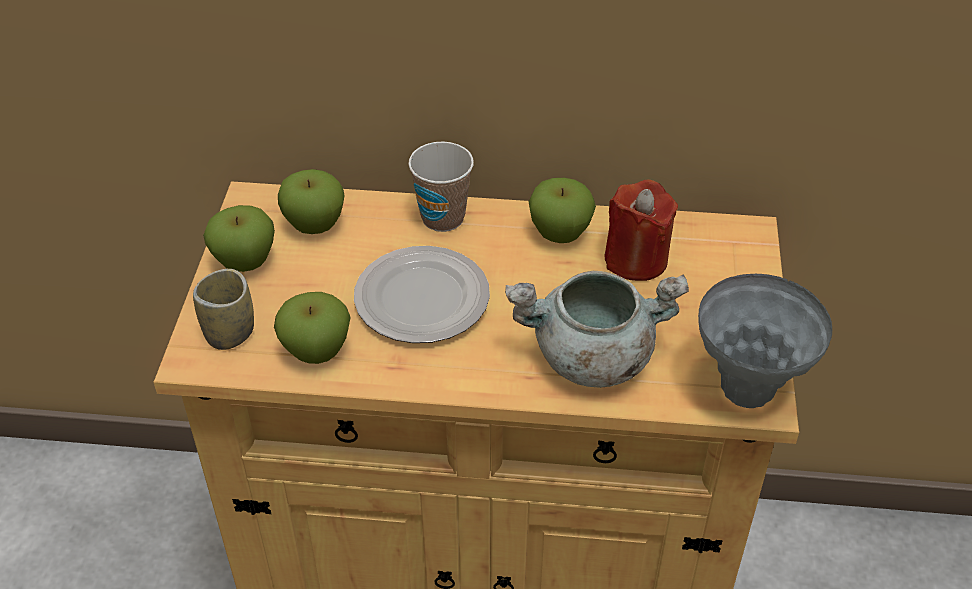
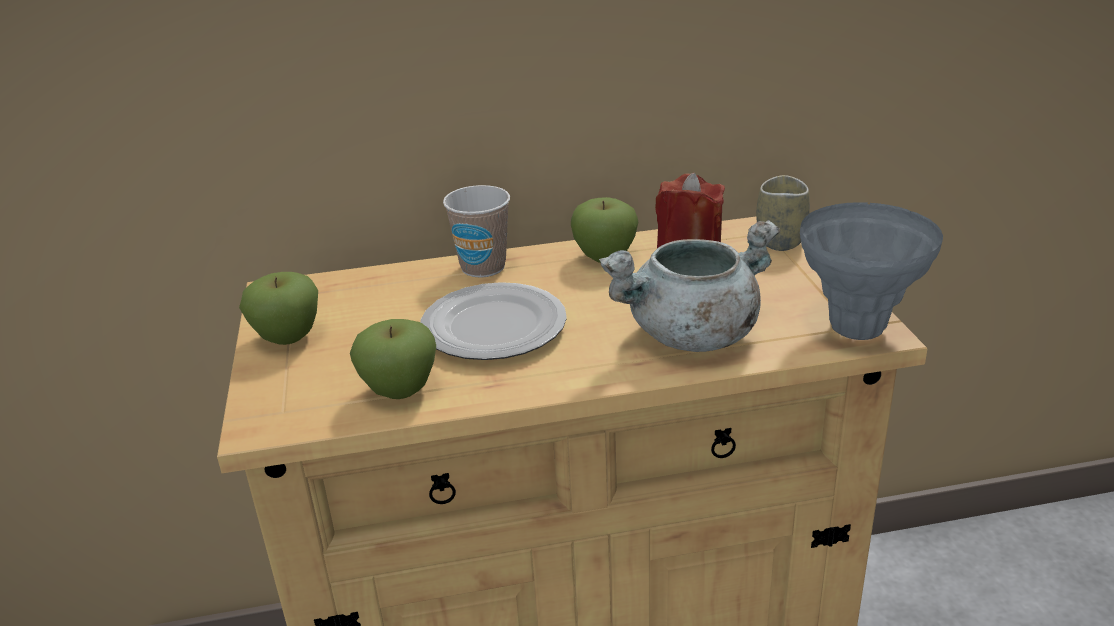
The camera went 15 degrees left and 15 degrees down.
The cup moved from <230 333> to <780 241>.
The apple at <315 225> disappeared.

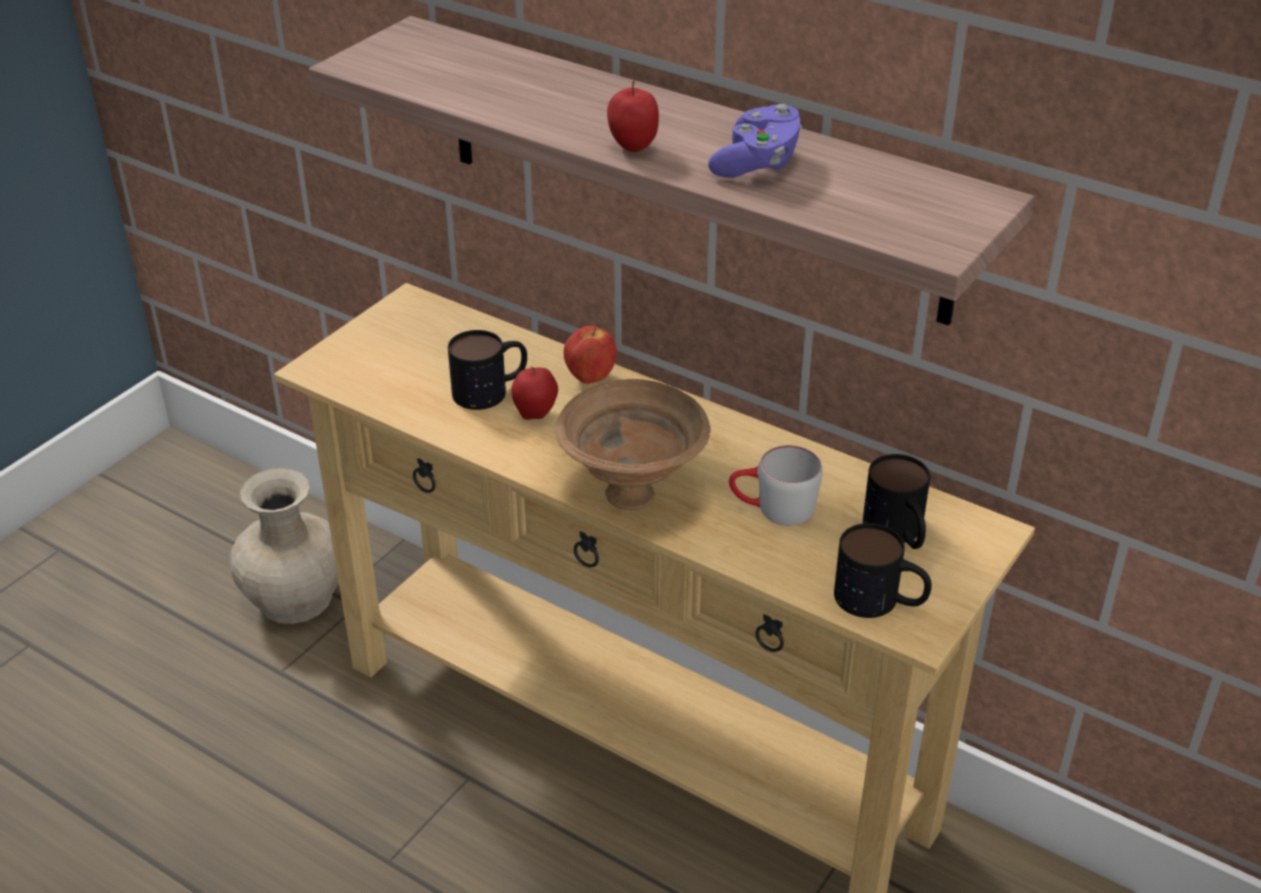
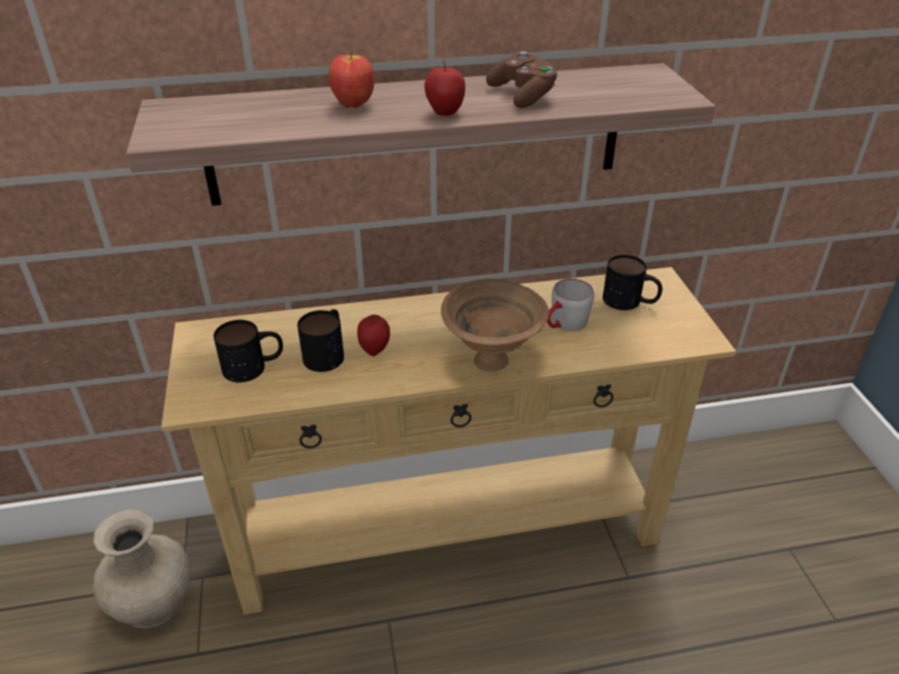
The camera went 45 degrees left and 0 degrees up.
The apple moved from <590 378> to <353 105>.
The game controller (purple) at <757 163> became the game controller (brown) at <523 95>.
The mug moved from <880 601> to <254 366>.

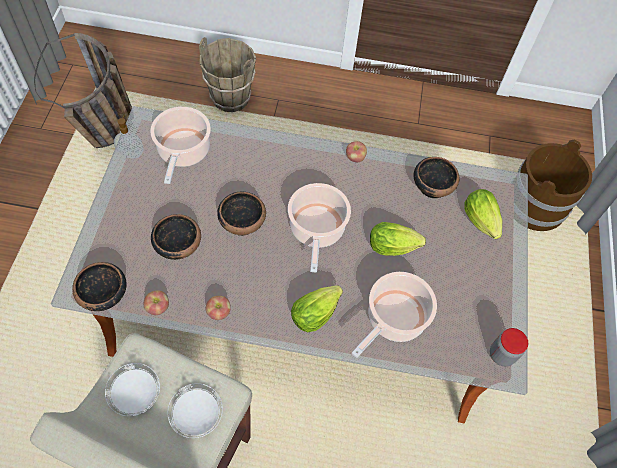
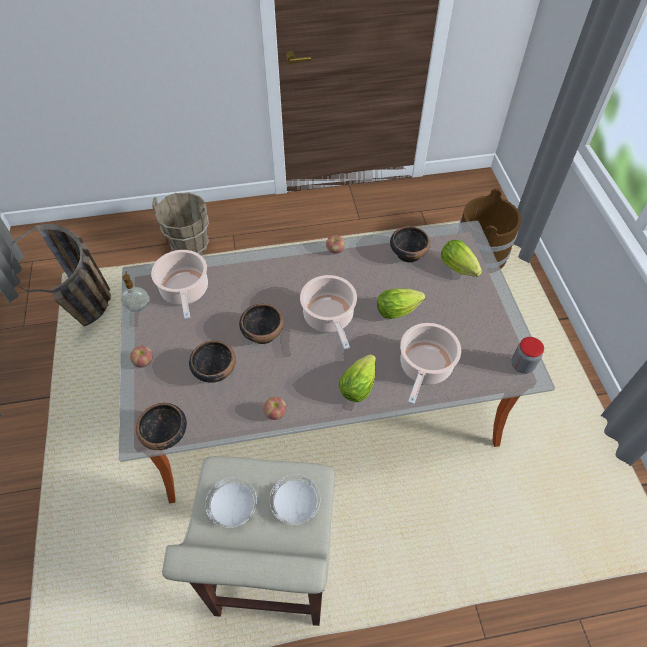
The camera went 15 degrees left and 5 degrees down.
The apple moved from <158 307> to <143 362>.

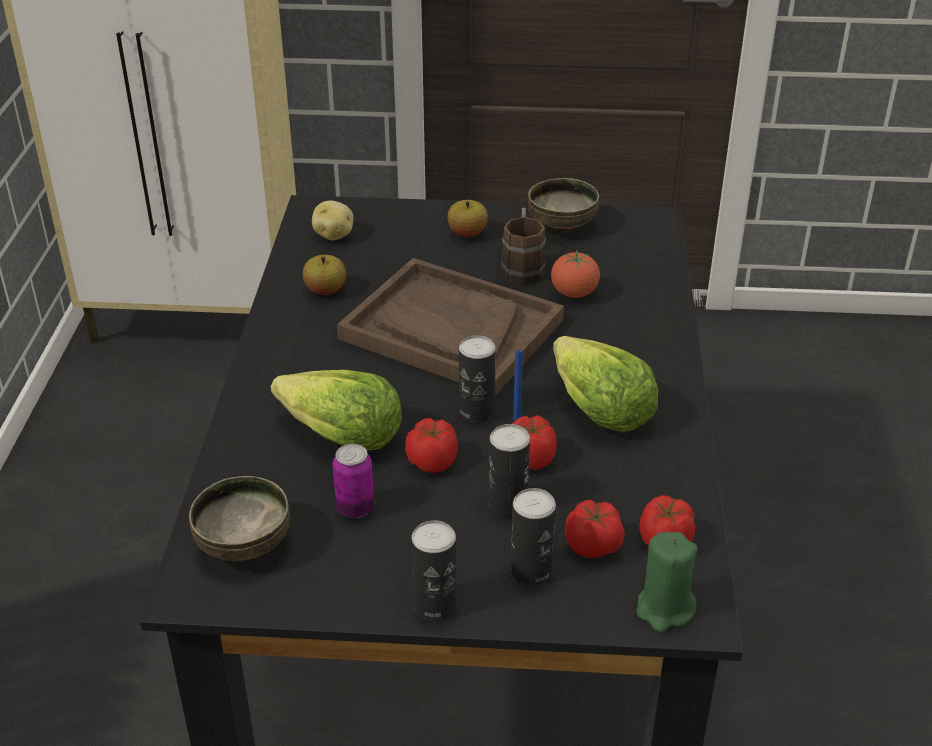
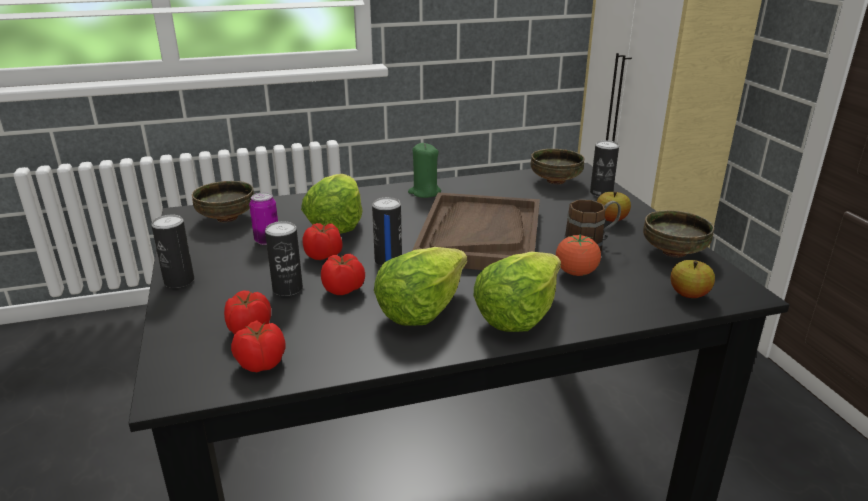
The camera went 70 degrees right and 10 degrees down.
The apple moved from <325 290> to <689 294>.
The potato at <334 235> was replaced by the bowl at <555 181>.
The can moved from <531 571> to <601 193>.
The candle (green) moved from <664 609> to <424 192>.
The lettuce at <517 313> appeared.

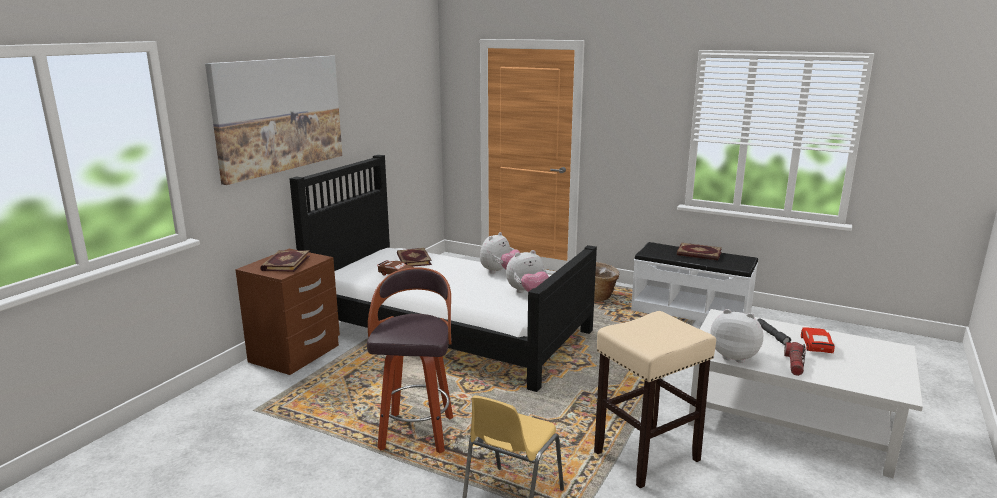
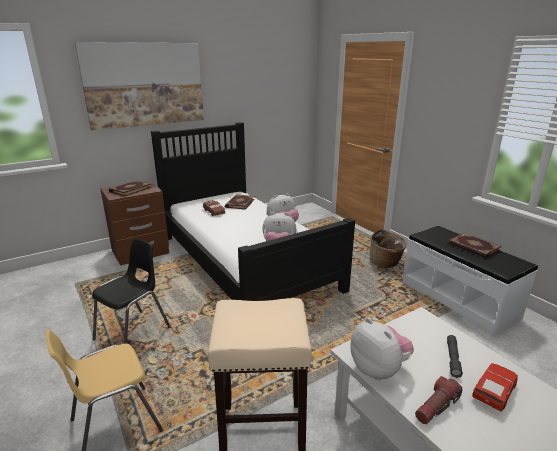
The camera went 30 degrees right and 5 degrees up.
The stool at <417 431> was replaced by the chair (black) at <134 333>.

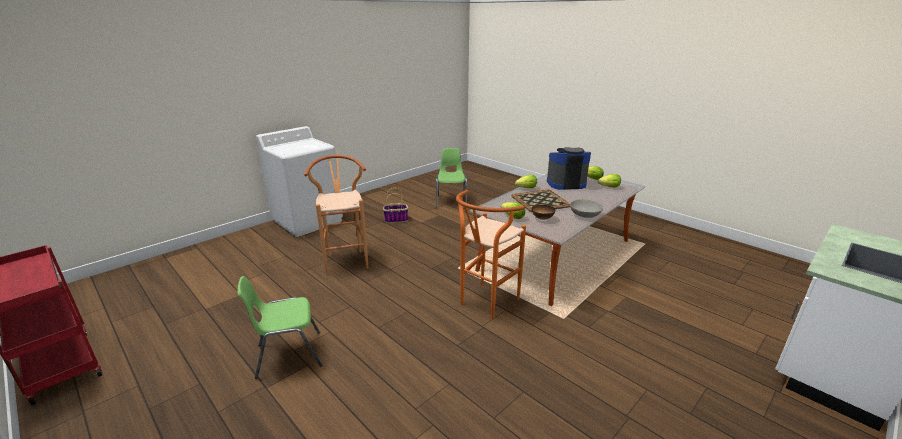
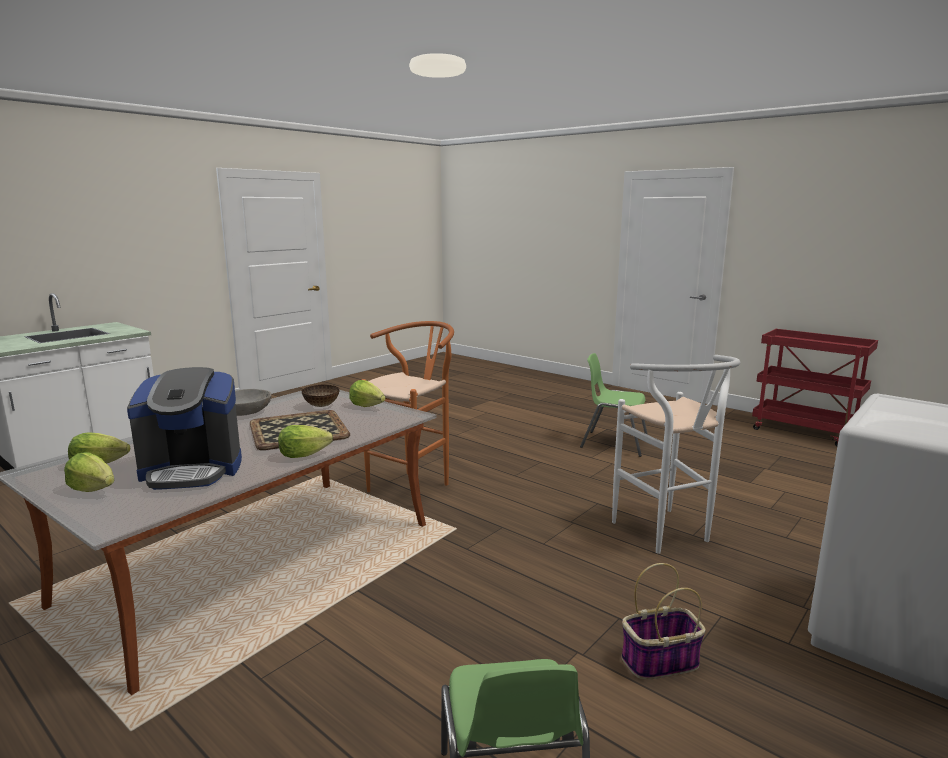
The camera went 175 degrees right and 10 degrees down.
The chair (green) at <288 354> turned 135 degrees counterclockwise.
The stool (brown) at <346 259> became the stool (white) at <667 535>.

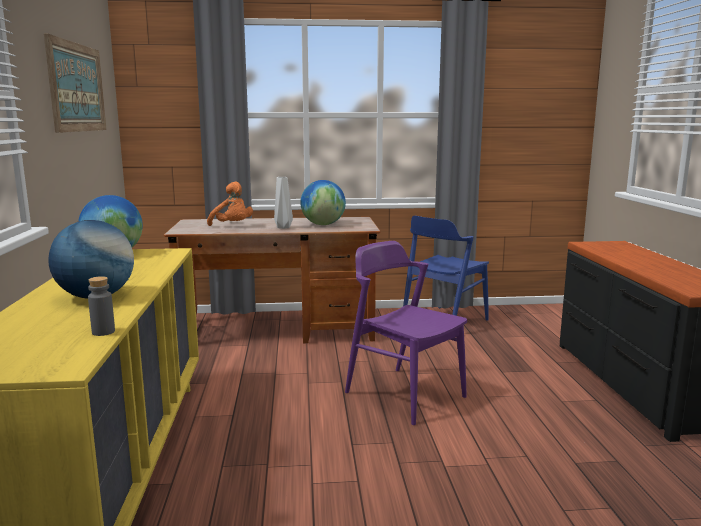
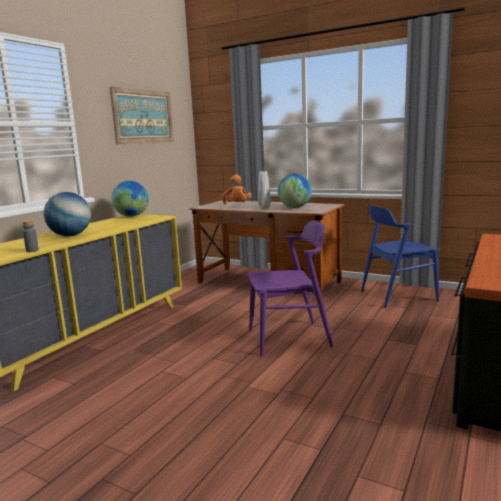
The camera went 35 degrees right and 0 degrees up.
The chair (purple) at <404 394> turned 90 degrees clockwise.

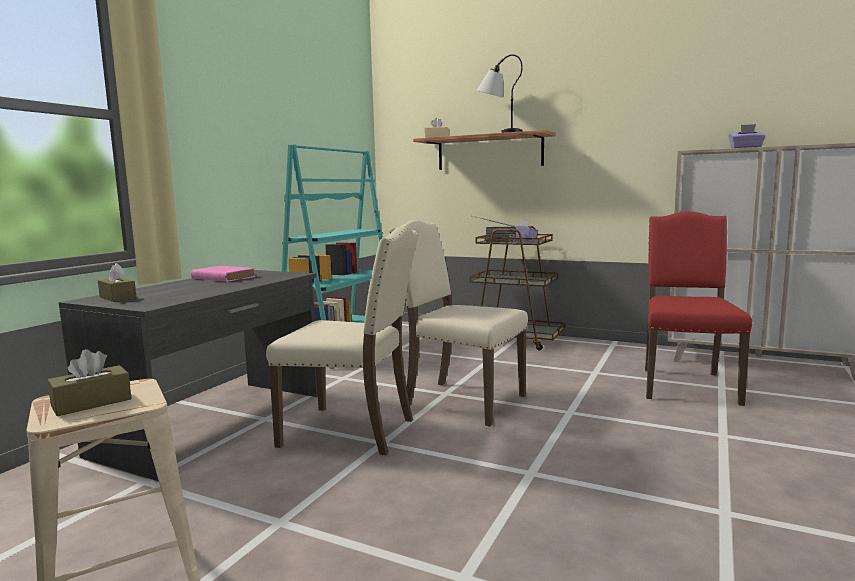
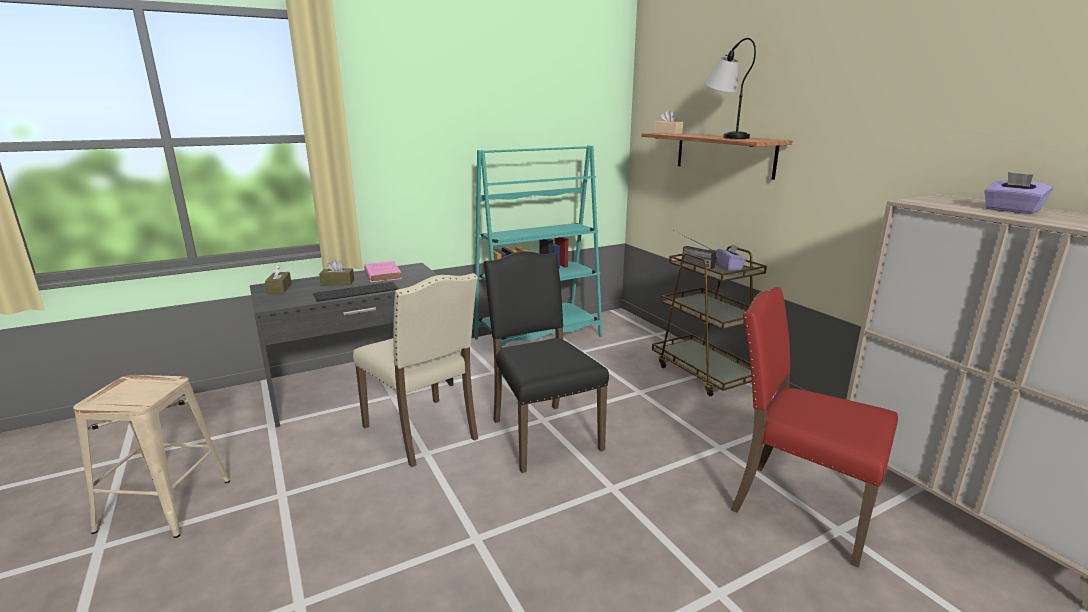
The camera went 35 degrees right and 10 degrees up.
The tissue box (brown) moved from <91 403> to <337 283>.
The chair (beige) at <461 401> became the chair (black) at <542 433>.
The chair (red) at <686 384> turned 105 degrees counterclockwise.
The keyboard at <357 291> appeared.

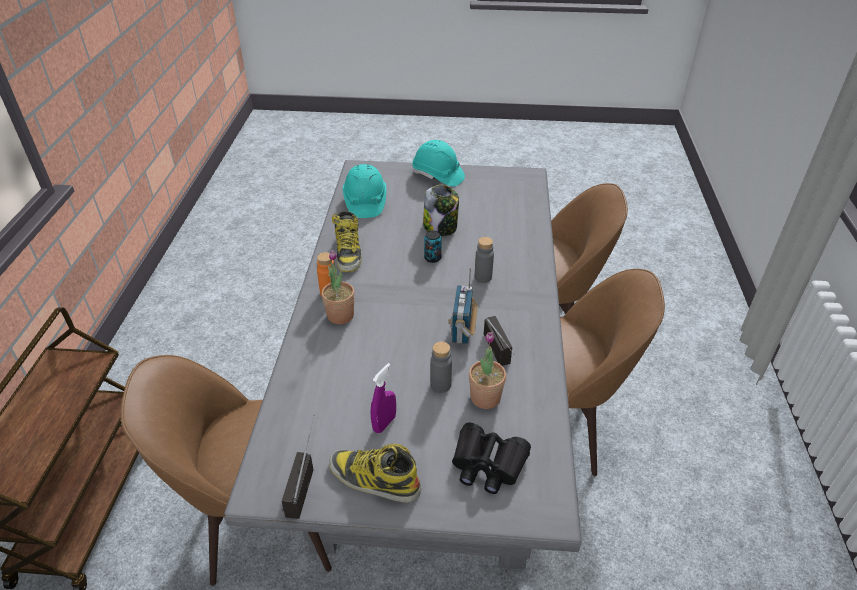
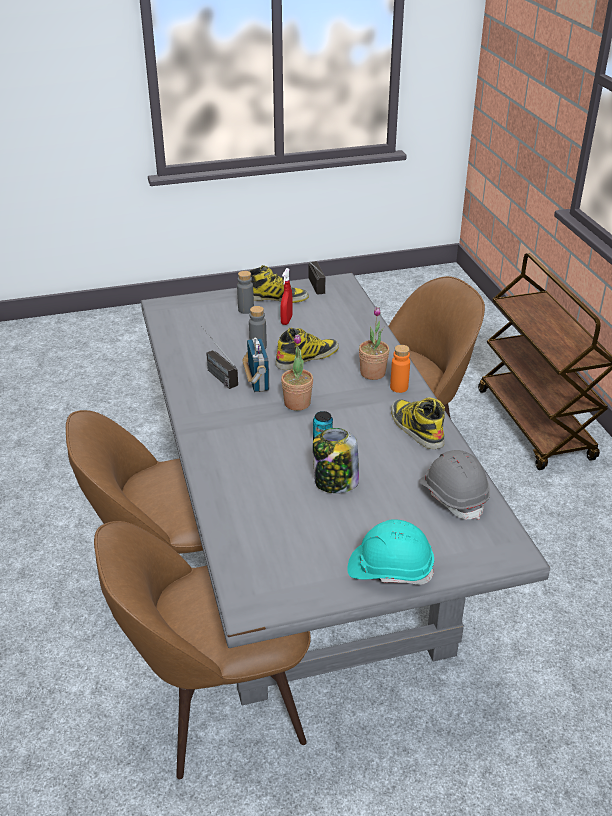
The camera went 160 degrees right and 5 degrees down.
The hard hat (turquoise) at <365 202> became the hard hat (grey) at <453 495>.
The spray bottle (purple) at <384 423> became the spray bottle (red) at <286 320>.
The binoculars (black) at <487 464> disappeared.
The potted plant moved from <485 397> to <297 403>.
The bottle (grey) moved from <483 277> to <246 310>.
The boot at <307 357> appeared.

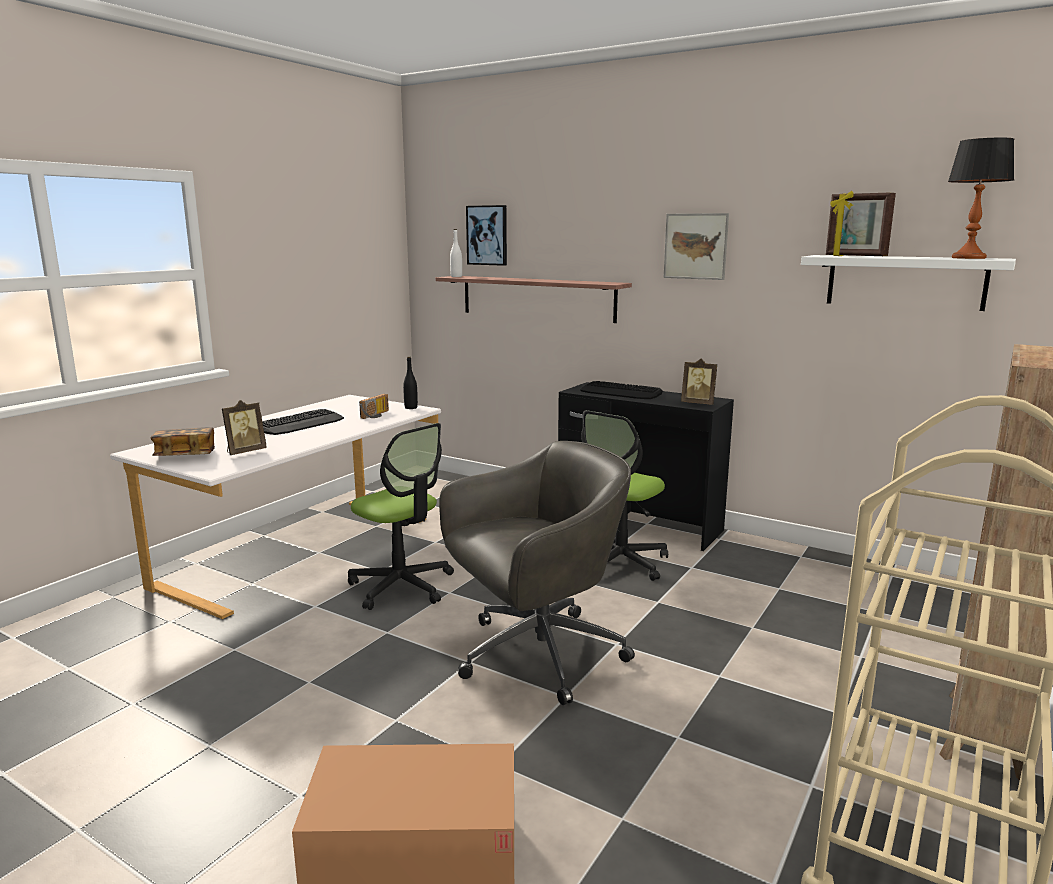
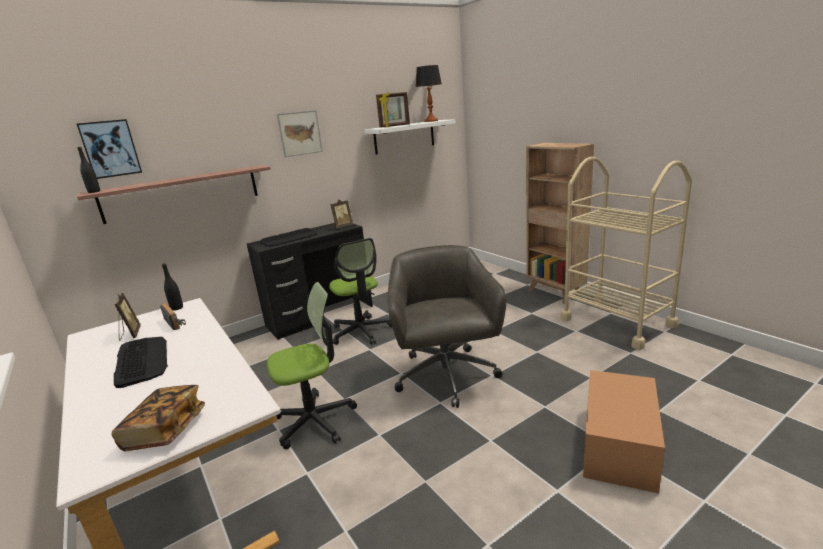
The camera went 65 degrees left and 5 degrees up.
The picture frame moved from <245 452> to <130 334>.
The bottle (white) at <456 276> became the bottle (black) at <94 192>.

